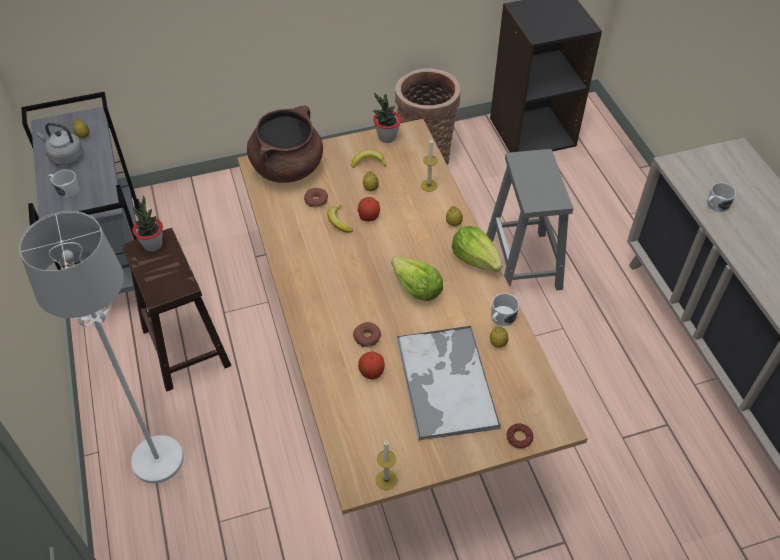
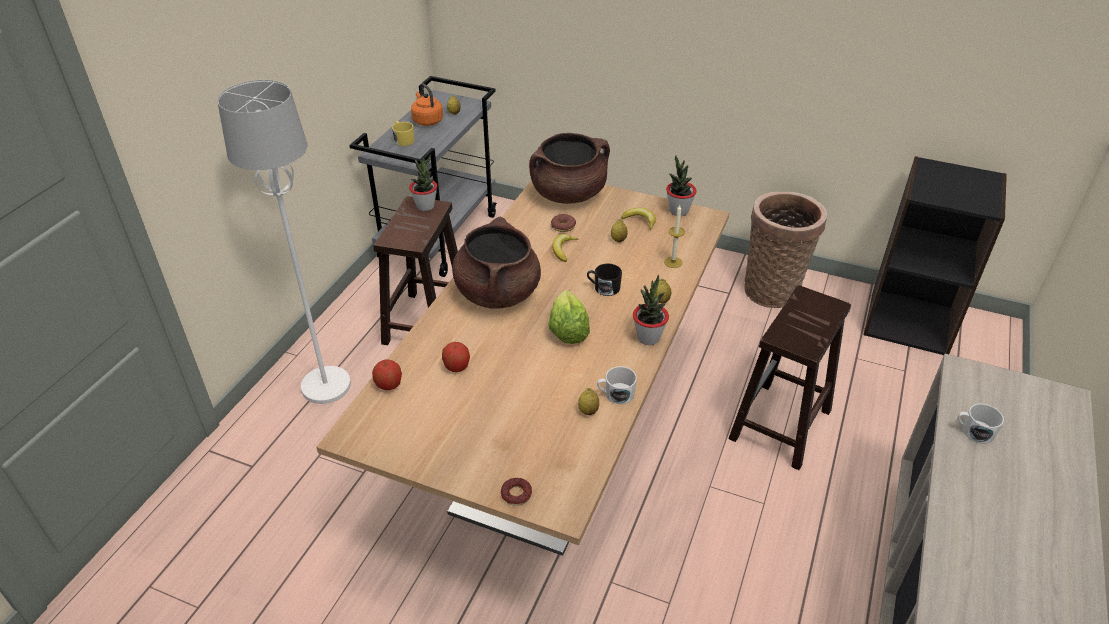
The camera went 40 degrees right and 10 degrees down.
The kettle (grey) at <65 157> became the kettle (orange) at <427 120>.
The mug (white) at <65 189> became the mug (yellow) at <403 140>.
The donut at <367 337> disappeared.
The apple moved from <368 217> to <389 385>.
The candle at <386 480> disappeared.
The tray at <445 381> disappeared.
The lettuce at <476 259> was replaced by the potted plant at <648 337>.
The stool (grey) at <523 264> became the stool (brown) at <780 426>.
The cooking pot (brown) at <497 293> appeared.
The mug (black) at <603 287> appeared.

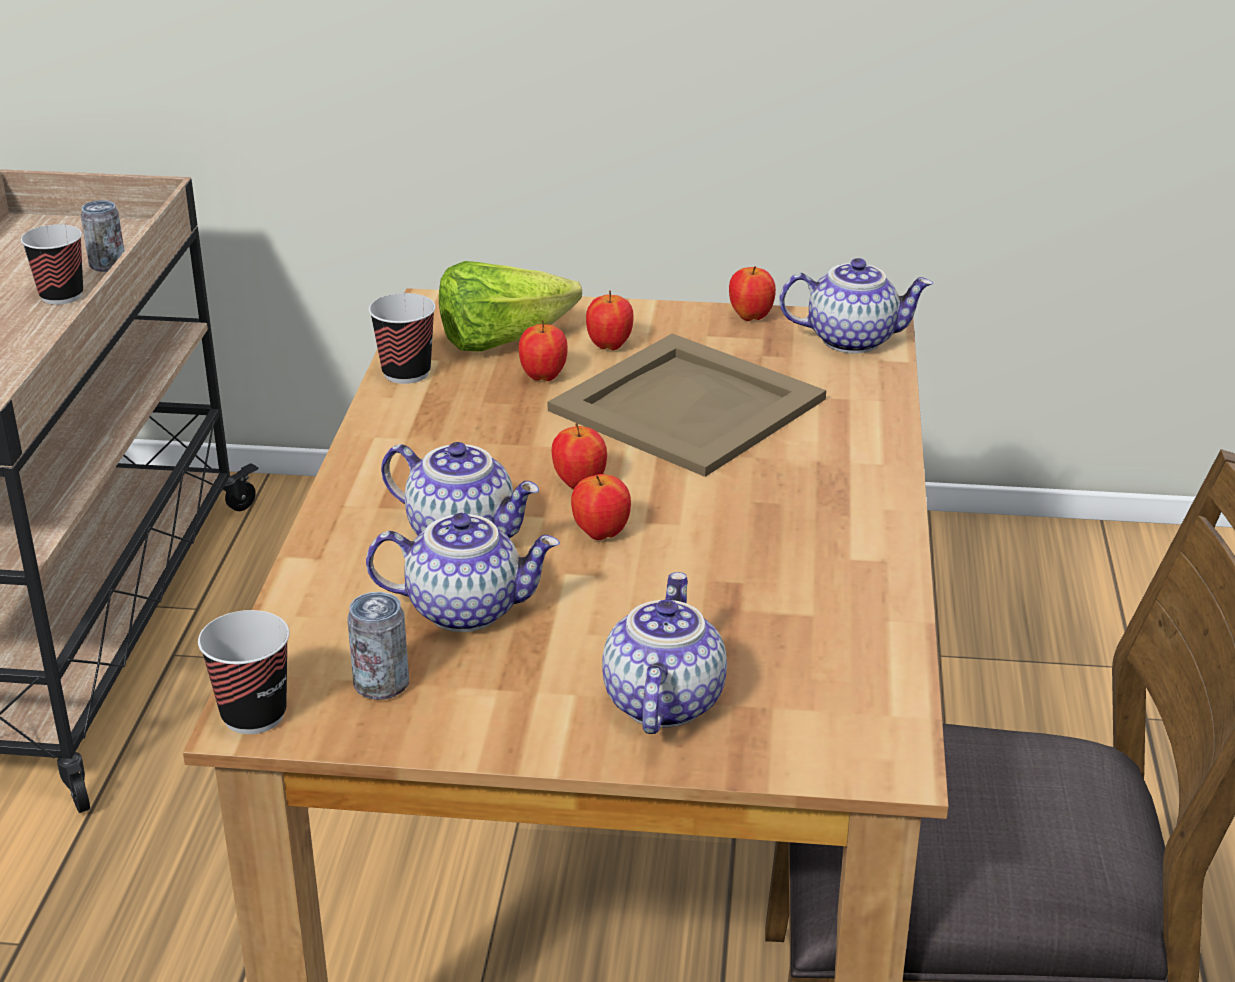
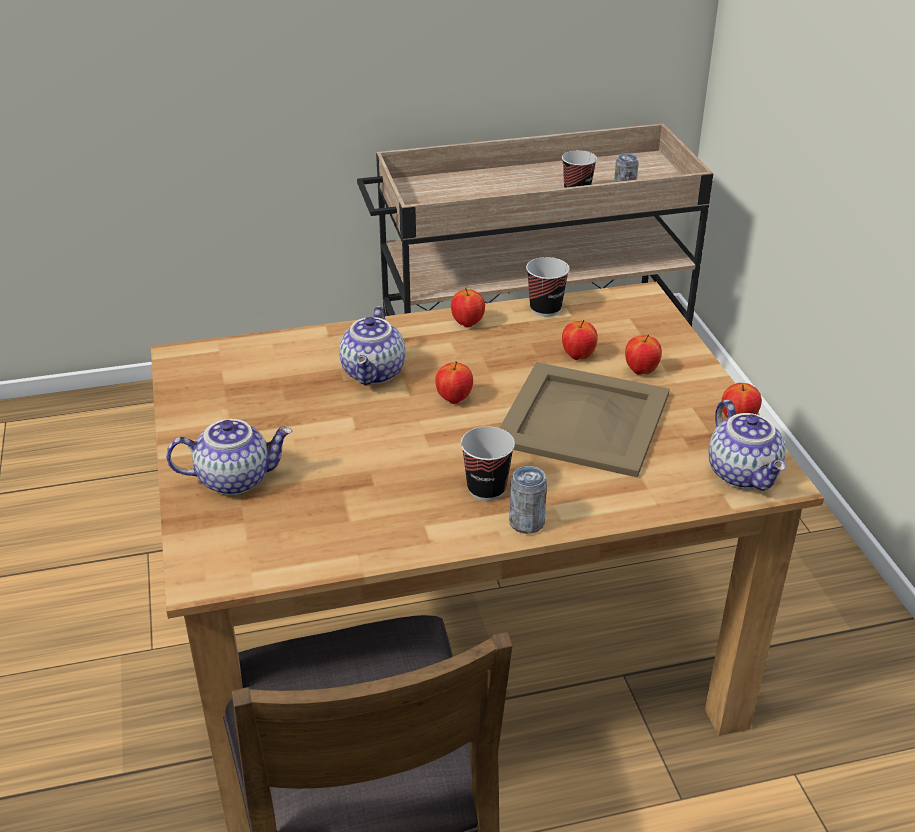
The camera went 70 degrees right and 5 degrees up.
The cup moved from <254 715> to <486 489>.
The can moved from <381 685> to <526 523>.
The teapot at <466 609> disappeared.
The lettuce at <501 341> disappeared.
The apple moved from <601 534> to <467 324>.

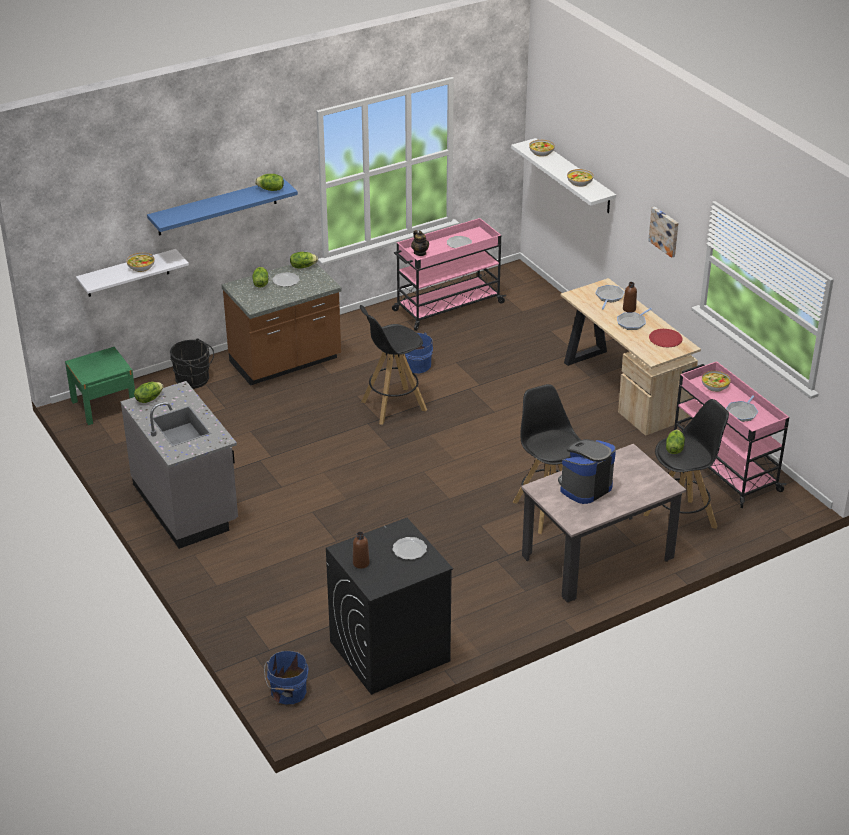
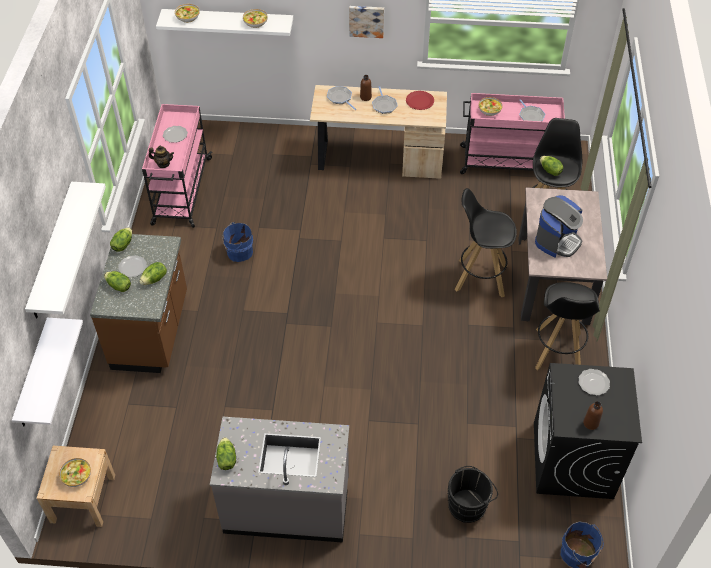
The camera went 55 degrees left and 15 degrees up.
The nightstand (green) at <104 405> became the nightstand (beige) at <83 498>.
The bowl moved from <141 267> to <77 476>.
The shelf (blue) at <217 207> became the shelf (white) at <52 251>.
The bucket (black) moved from <194 380> to <469 504>.
The lettuce moved from <270 189> to <155 279>.
The stool (black) moved from <392 406> to <558 351>.
The coffee machine at <585 487> turned 135 degrees counterclockwise.

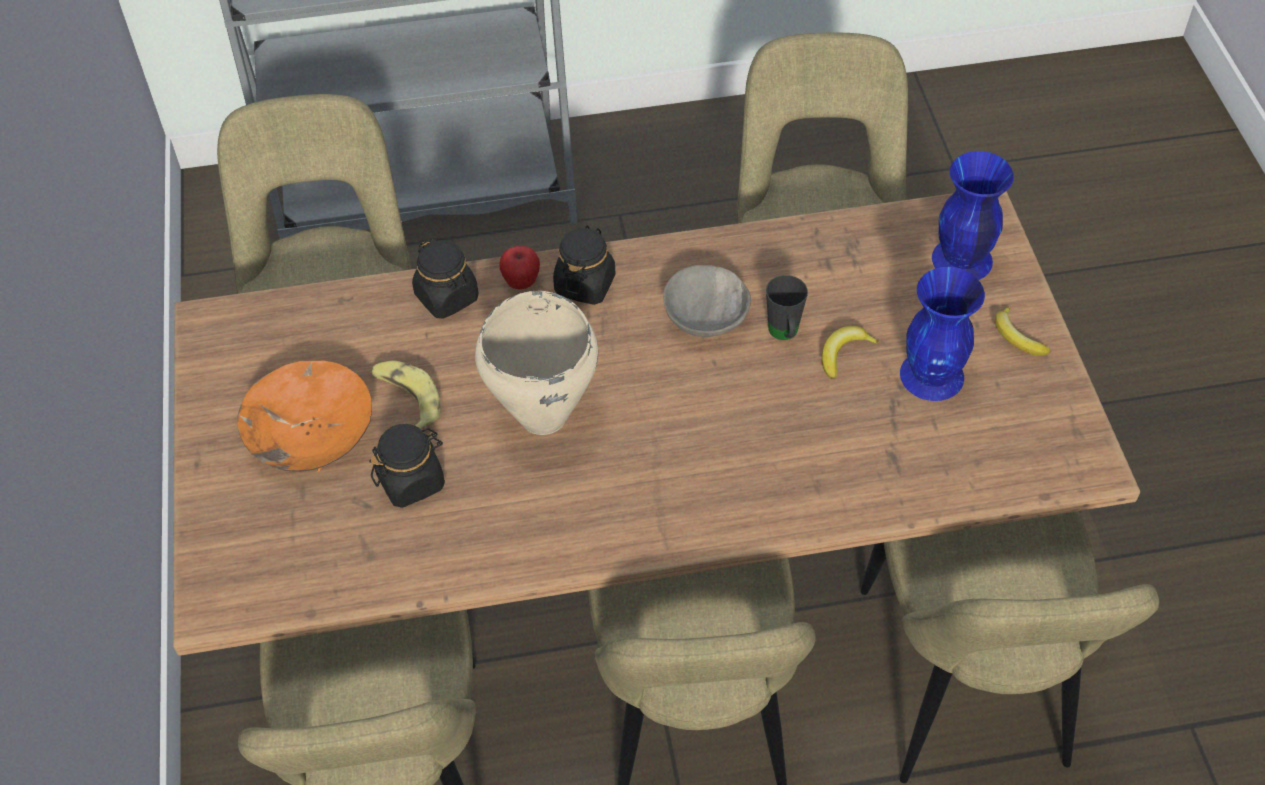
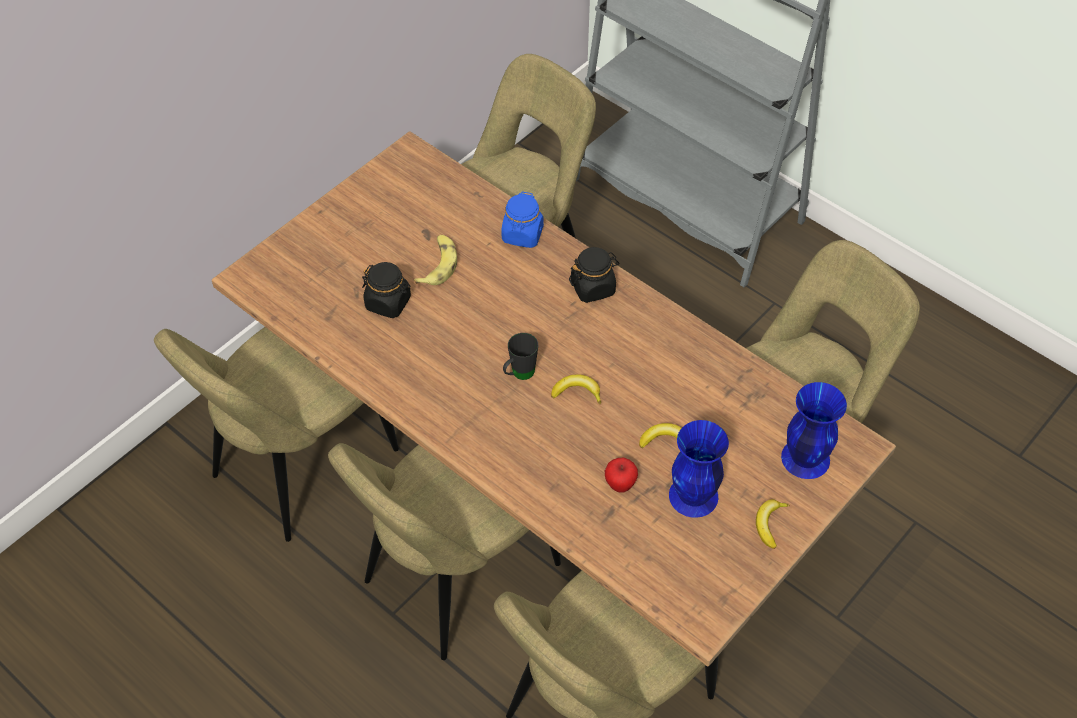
The camera went 50 degrees right and 0 degrees up.
The bowl (orange) at <310 433> disappeared.
The jar (black) at <447 297> became the jar (blue) at <522 235>.
The cooking pot (beige) at <542 416> disappeared.
The apple moved from <521 282> to <620 485>.
The bowl (grey) at <705 317> disappeared.
The mug (black) moved from <784 335> to <519 375>.
The banana at <577 392> appeared.

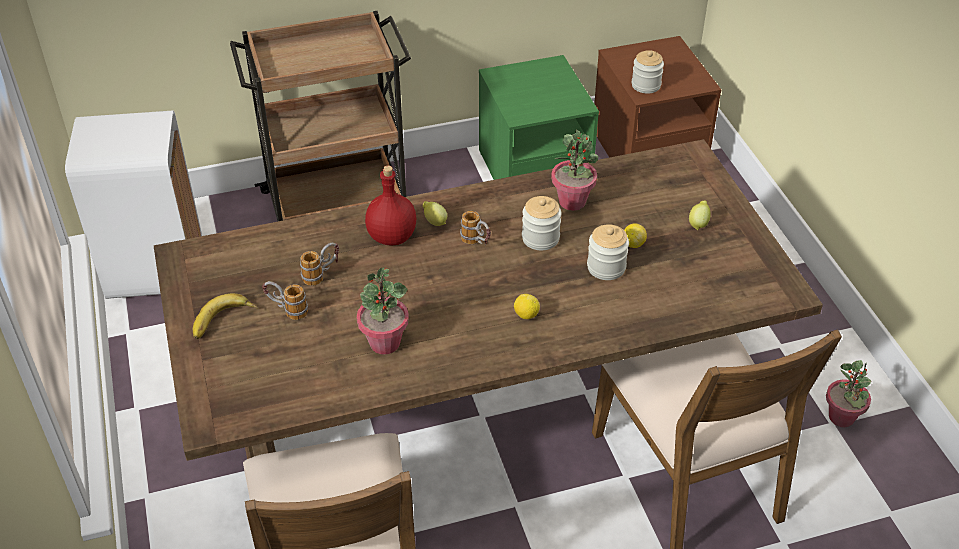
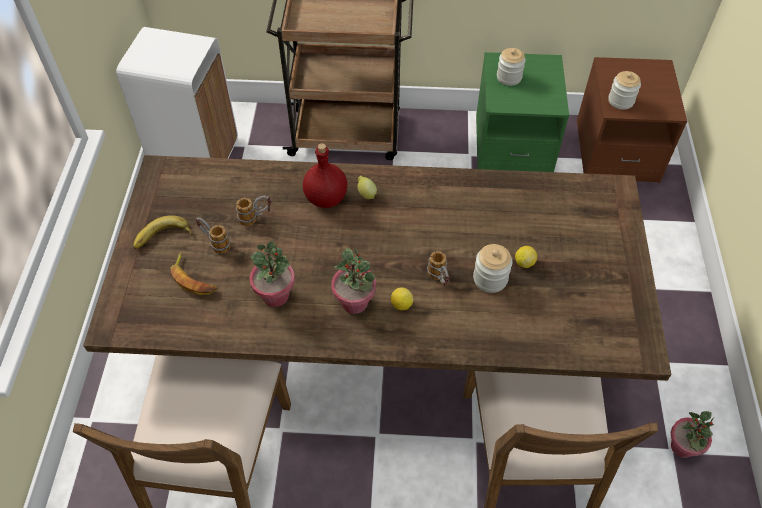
The camera went 20 degrees right and 10 degrees up.
The mug moved from <477 243> to <439 279>.
The jar moved from <540 238> to <509 77>.
The potted plant moved from <572 201> to <355 302>.
The lemon at <698 224> disappeared.
The banana at <193 279> appeared.

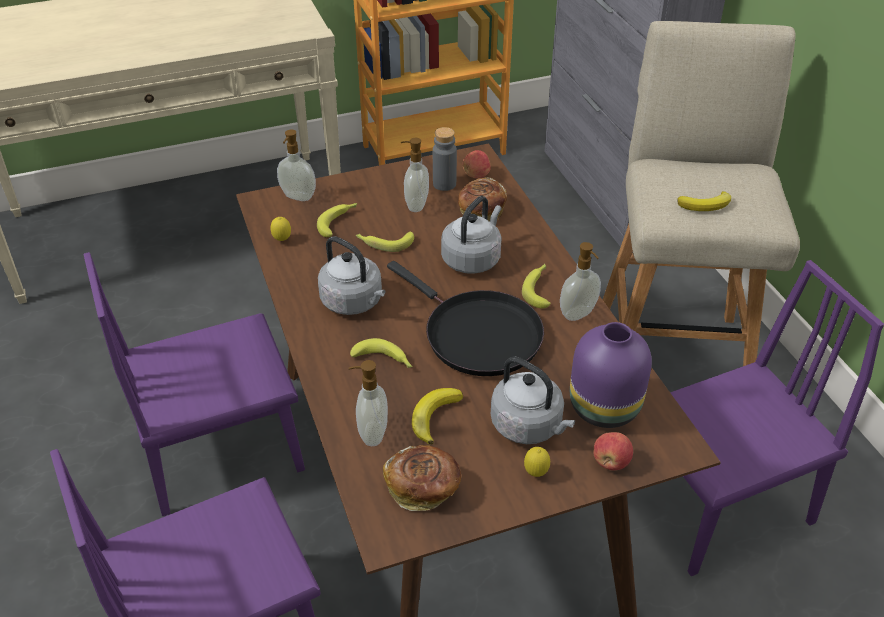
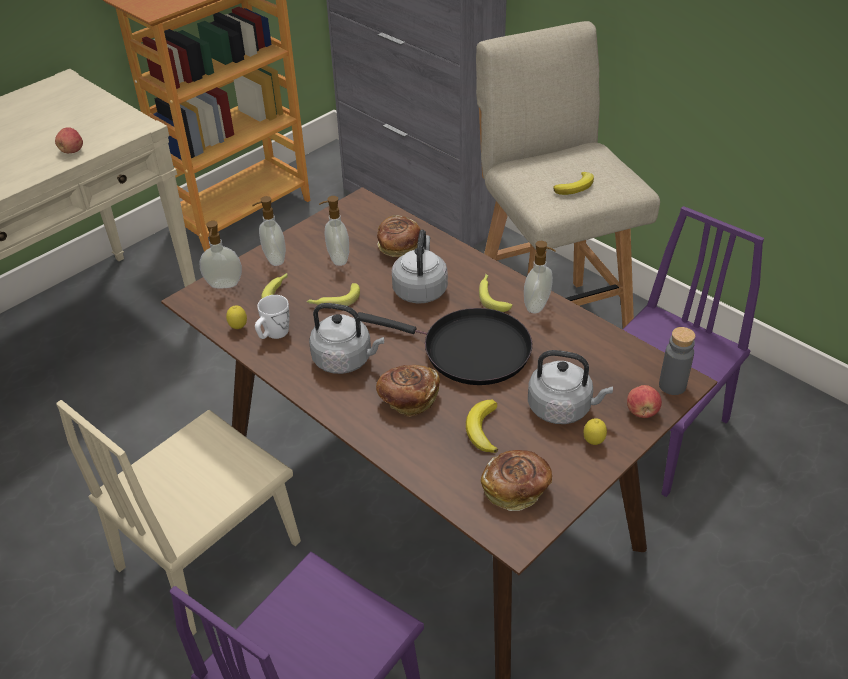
The camera went 25 degrees left and 0 degrees up.
The chair (purple) at <221 449> became the chair (beige) at <209 554>.
The soap dispenser moved from <371 433> to <274 259>.
The banana at <384 361> was replaced by the bread at <408 399>.
The bottle (grey) moved from <444 184> to <672 385>.
The apple moved from <476 175> to <72 151>.
The vase (purple) at <606 408> disappeared.
The mug (white) at <273 334> appeared.

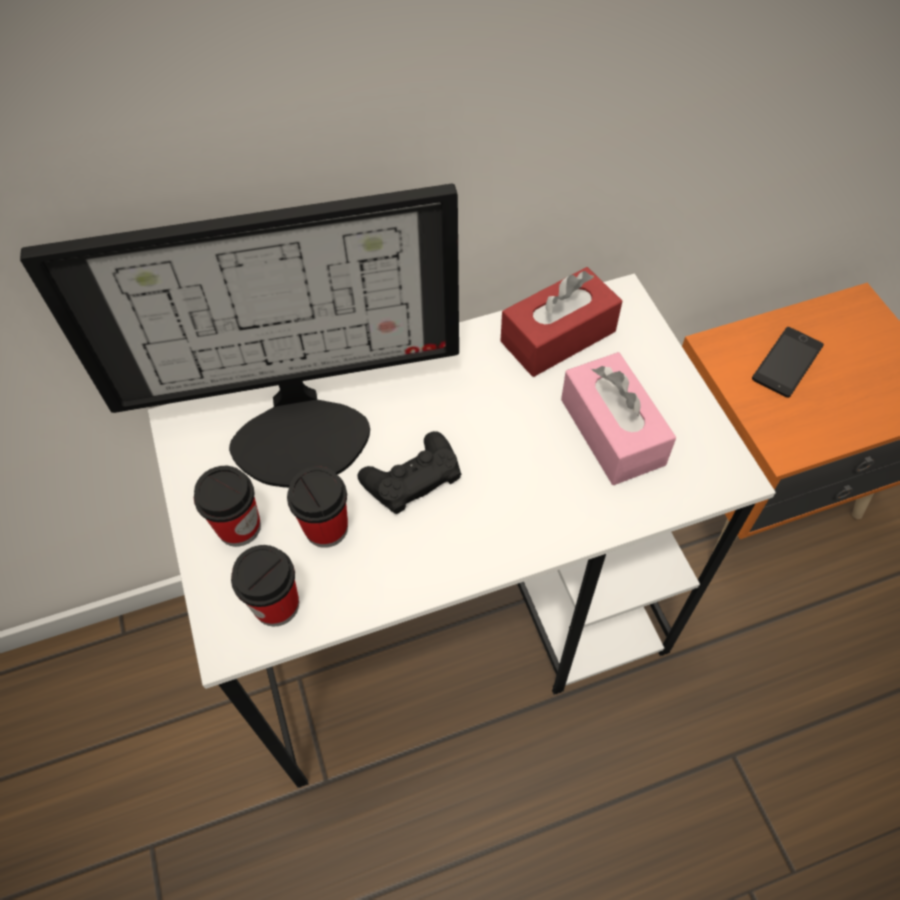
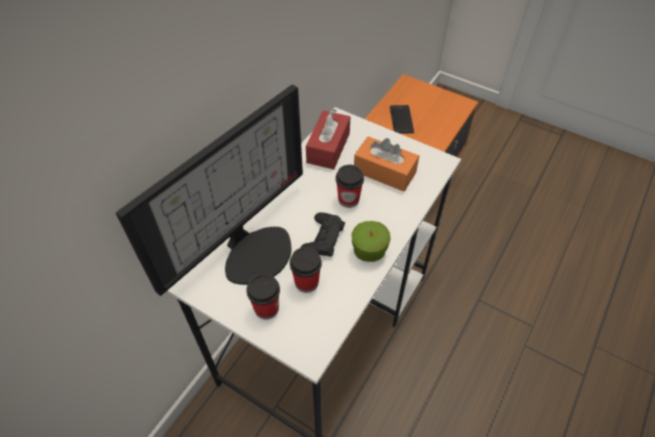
The camera went 40 degrees left and 5 degrees down.
The cup moved from <276 605> to <348 199>.
The tissue box (pink) at <612 431> became the tissue box (orange) at <384 172>.
The apple at <369 251> appeared.

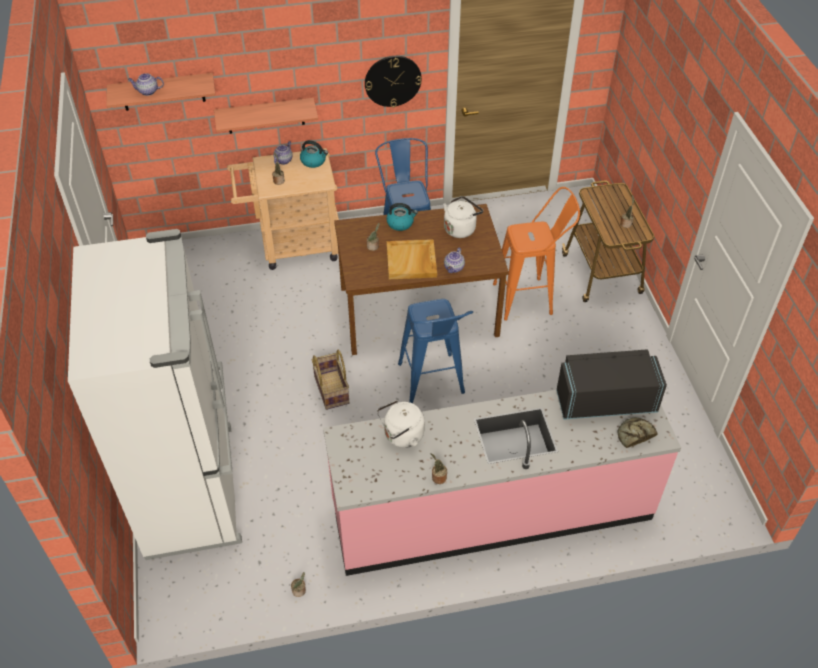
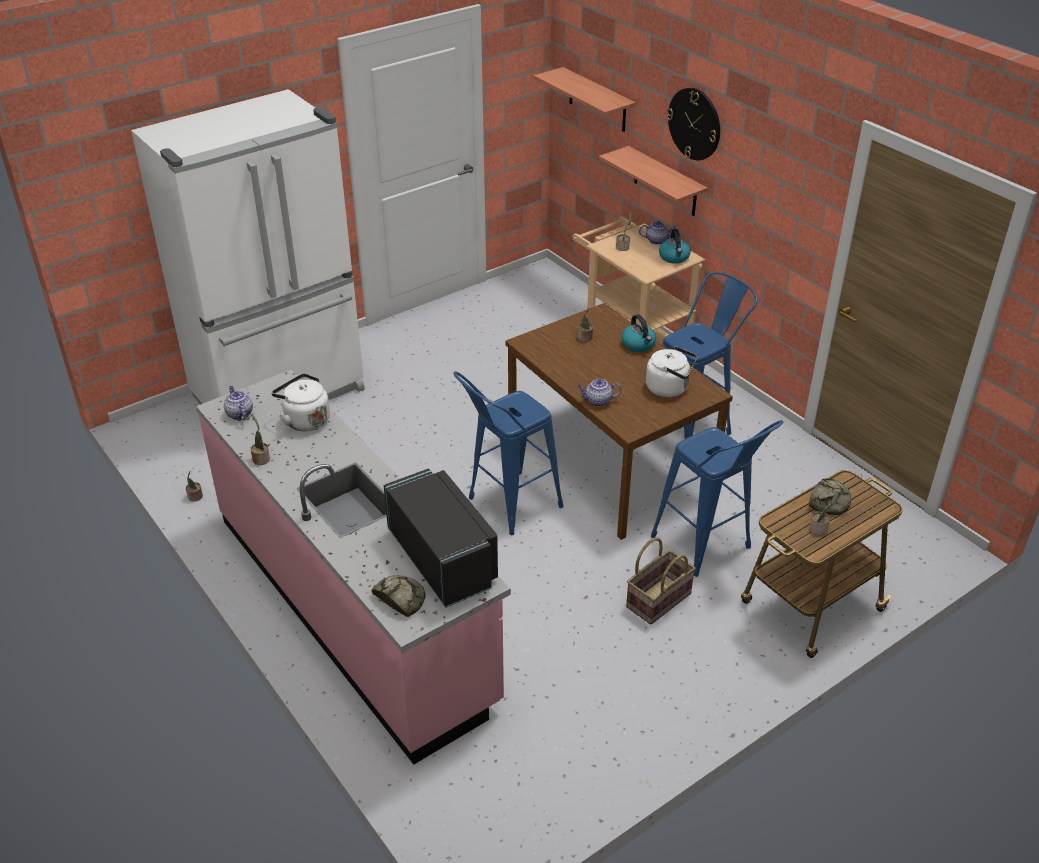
The camera went 65 degrees right and 10 degrees down.
The teapot moved from <147 91> to <239 414>.
The basket moved from <330 390> to <658 599>.
The wall clock moved from <392 80> to <694 124>.
The tray (beige) at <412 261> disappeared.
The stool (orange) at <530 298> became the stool (blue) at <707 548>.
The bread at <830 501> appeared.

